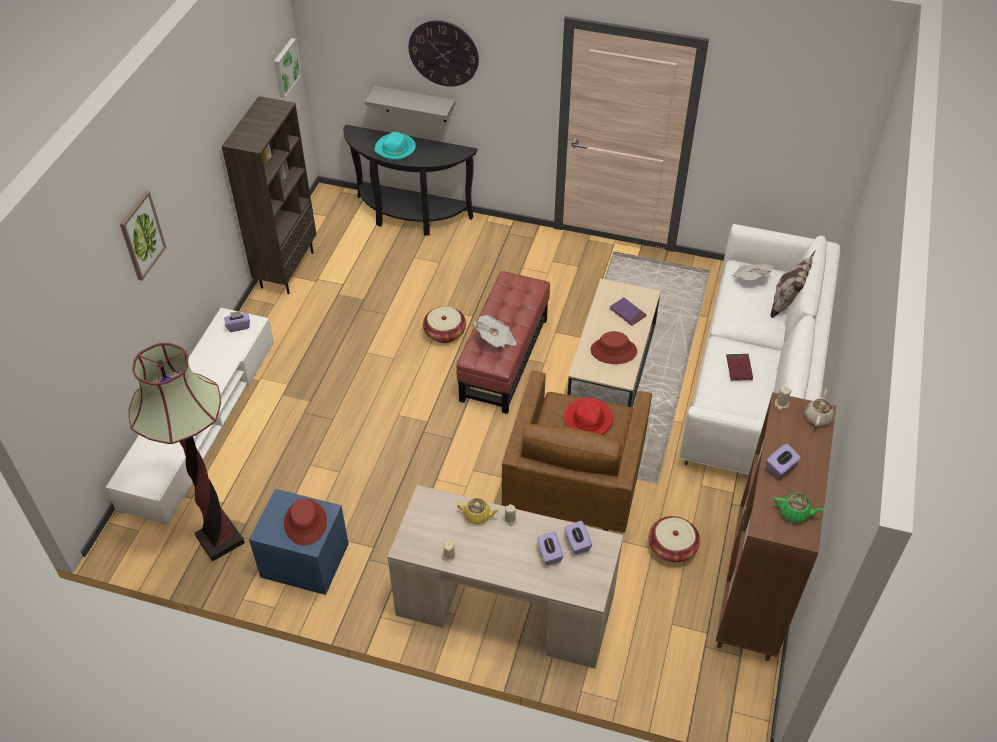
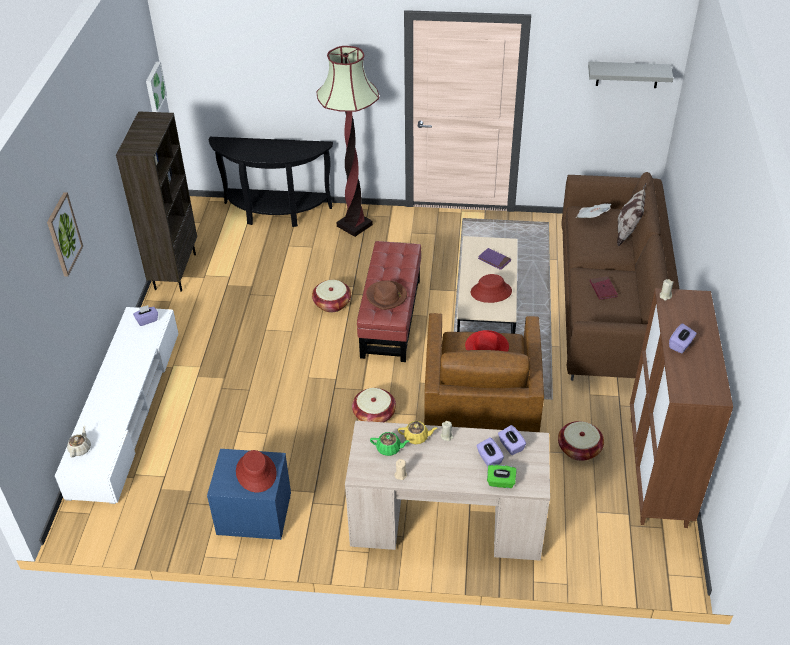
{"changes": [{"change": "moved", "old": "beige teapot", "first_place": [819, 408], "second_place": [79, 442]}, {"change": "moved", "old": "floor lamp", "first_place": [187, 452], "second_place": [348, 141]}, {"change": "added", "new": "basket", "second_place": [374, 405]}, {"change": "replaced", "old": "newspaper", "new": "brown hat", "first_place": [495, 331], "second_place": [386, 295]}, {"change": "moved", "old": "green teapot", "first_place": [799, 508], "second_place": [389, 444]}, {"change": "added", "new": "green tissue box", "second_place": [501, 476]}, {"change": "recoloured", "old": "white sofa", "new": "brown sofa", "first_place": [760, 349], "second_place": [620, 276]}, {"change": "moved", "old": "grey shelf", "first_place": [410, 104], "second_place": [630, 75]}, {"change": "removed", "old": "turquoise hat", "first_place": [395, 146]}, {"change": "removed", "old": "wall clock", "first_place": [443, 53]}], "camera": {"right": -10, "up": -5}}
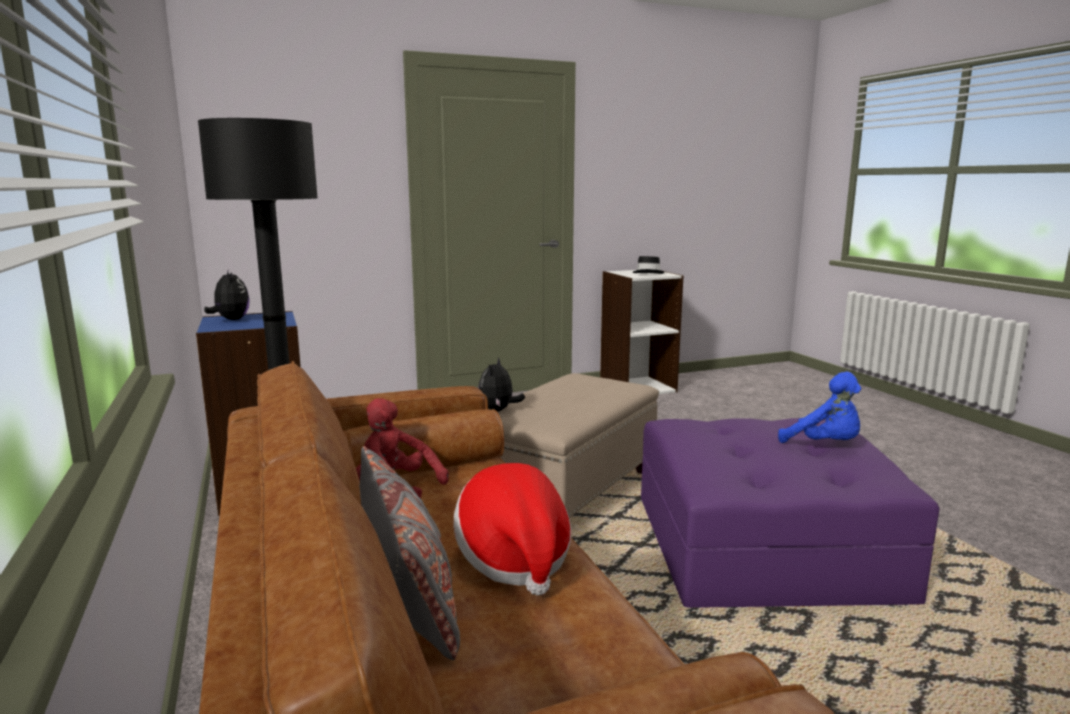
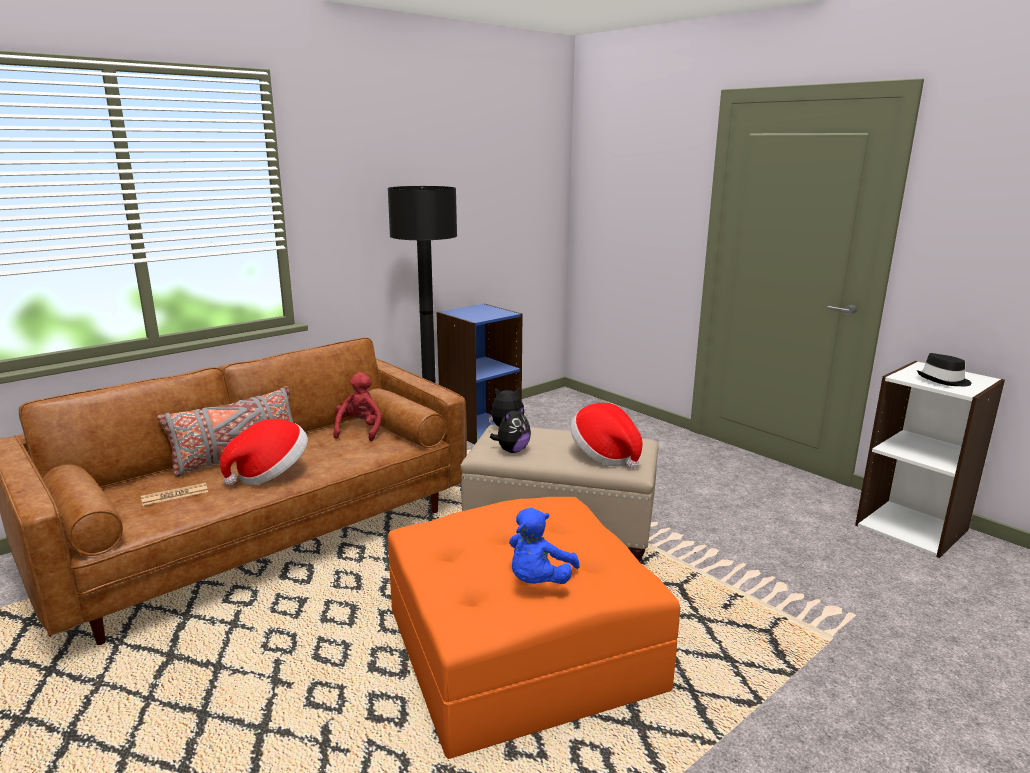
{"changes": [{"change": "added", "new": "newspaper", "second_place": [174, 494]}, {"change": "recoloured", "old": "purple ottoman", "new": "orange ottoman", "first_place": [790, 513], "second_place": [534, 628]}, {"change": "moved", "old": "plush toy", "first_place": [227, 294], "second_place": [510, 429]}, {"change": "added", "new": "hat", "second_place": [606, 436]}], "camera": {"right": 70, "up": 5}}
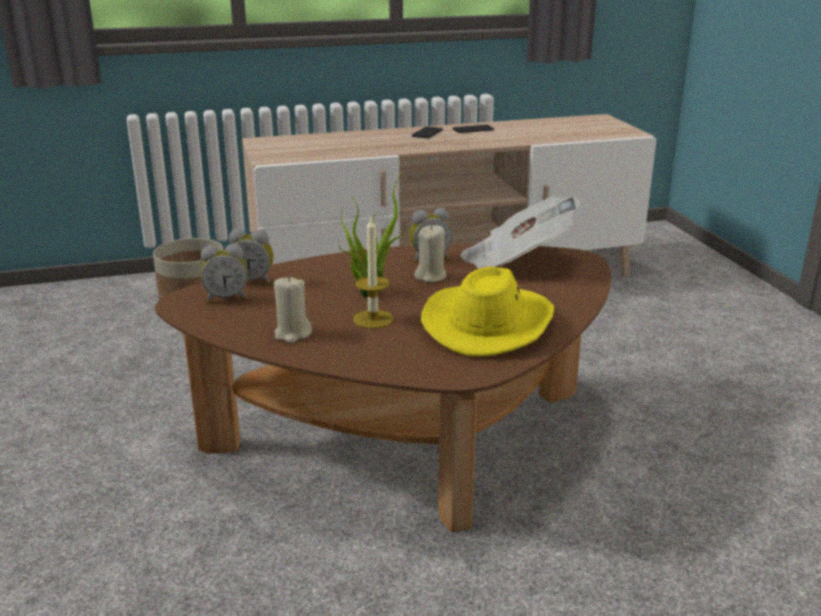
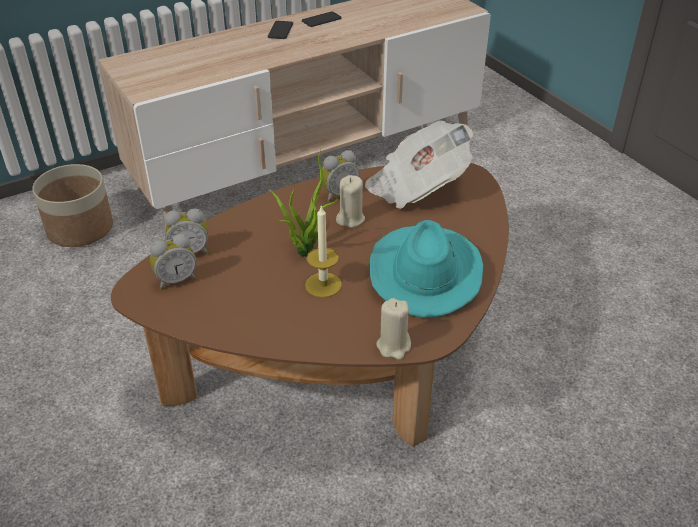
{"changes": [{"change": "recoloured", "old": "yellow hat", "new": "turquoise hat", "first_place": [487, 311], "second_place": [426, 269]}, {"change": "moved", "old": "beige candle", "first_place": [293, 309], "second_place": [393, 329]}], "camera": {"right": -15, "up": 15}}
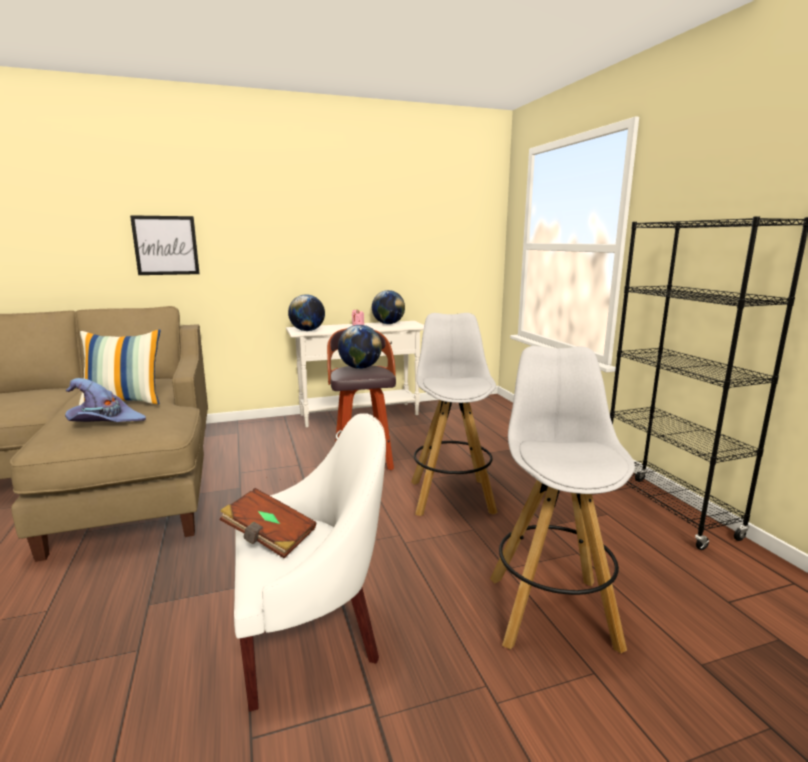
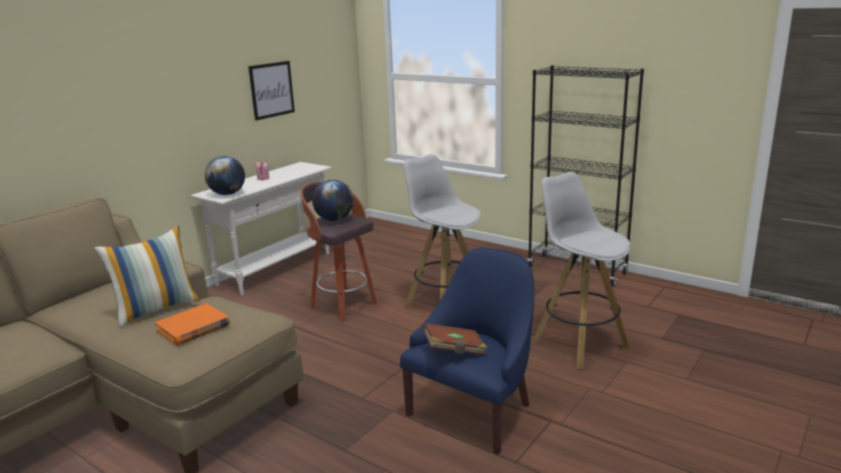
{"changes": [{"change": "replaced", "old": "purple hat", "new": "orange book", "first_place": [105, 400], "second_place": [192, 324]}, {"change": "moved", "old": "picture", "first_place": [165, 245], "second_place": [271, 91]}, {"change": "recoloured", "old": "white armchair", "new": "blue armchair", "first_place": [310, 562], "second_place": [467, 351]}, {"change": "removed", "old": "globe", "first_place": [388, 307]}], "camera": {"right": -35, "up": 5}}
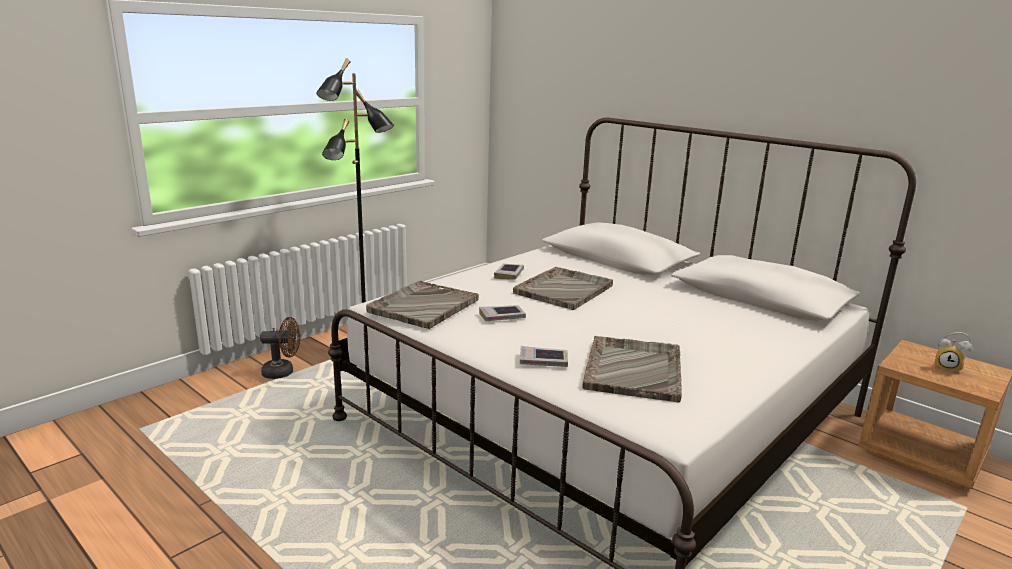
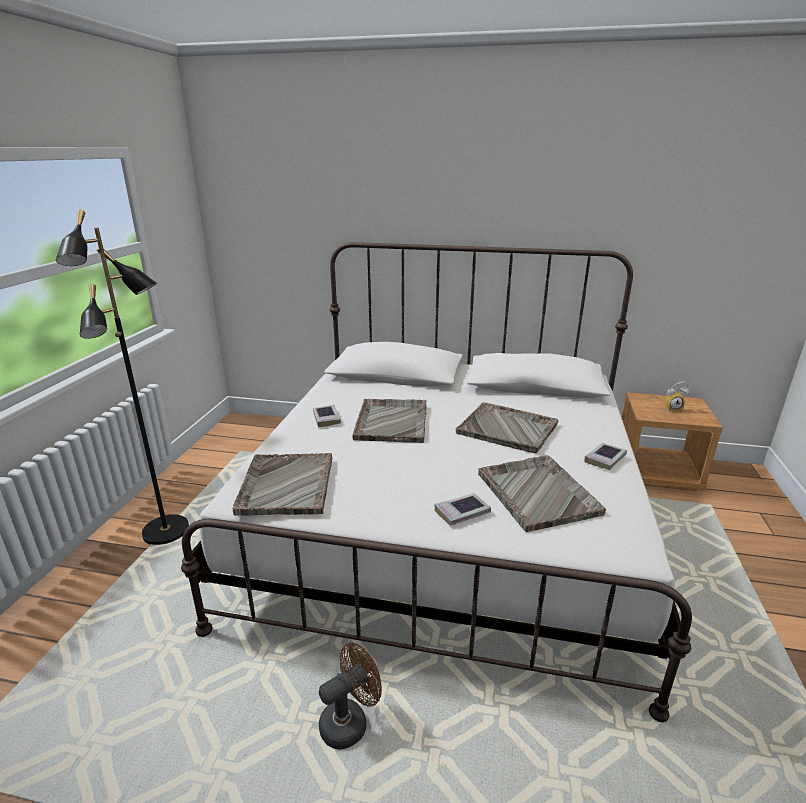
{"changes": [{"change": "moved", "old": "brown fan", "first_place": [280, 348], "second_place": [350, 696]}, {"change": "added", "new": "grey tray", "second_place": [507, 428]}, {"change": "moved", "old": "book", "first_place": [502, 313], "second_place": [605, 456]}], "camera": {"right": -30, "up": 5}}
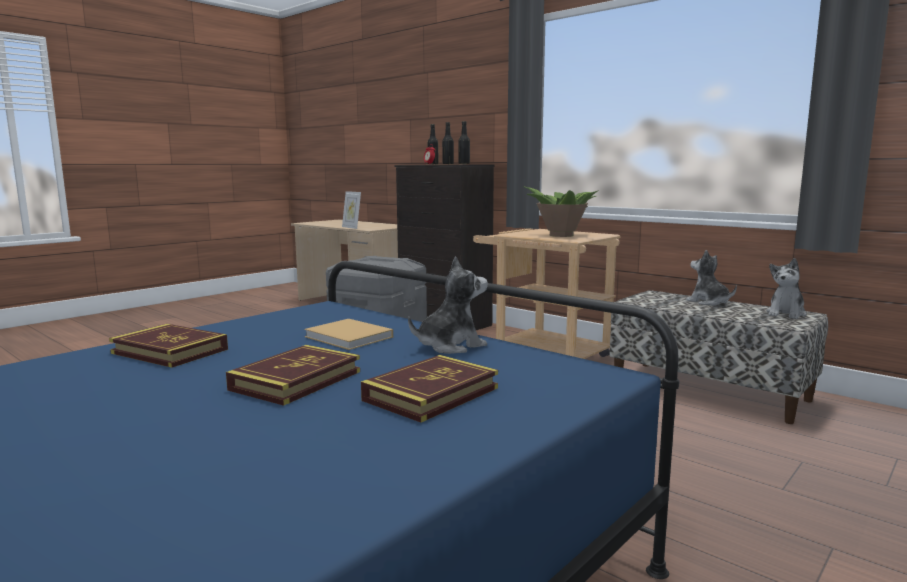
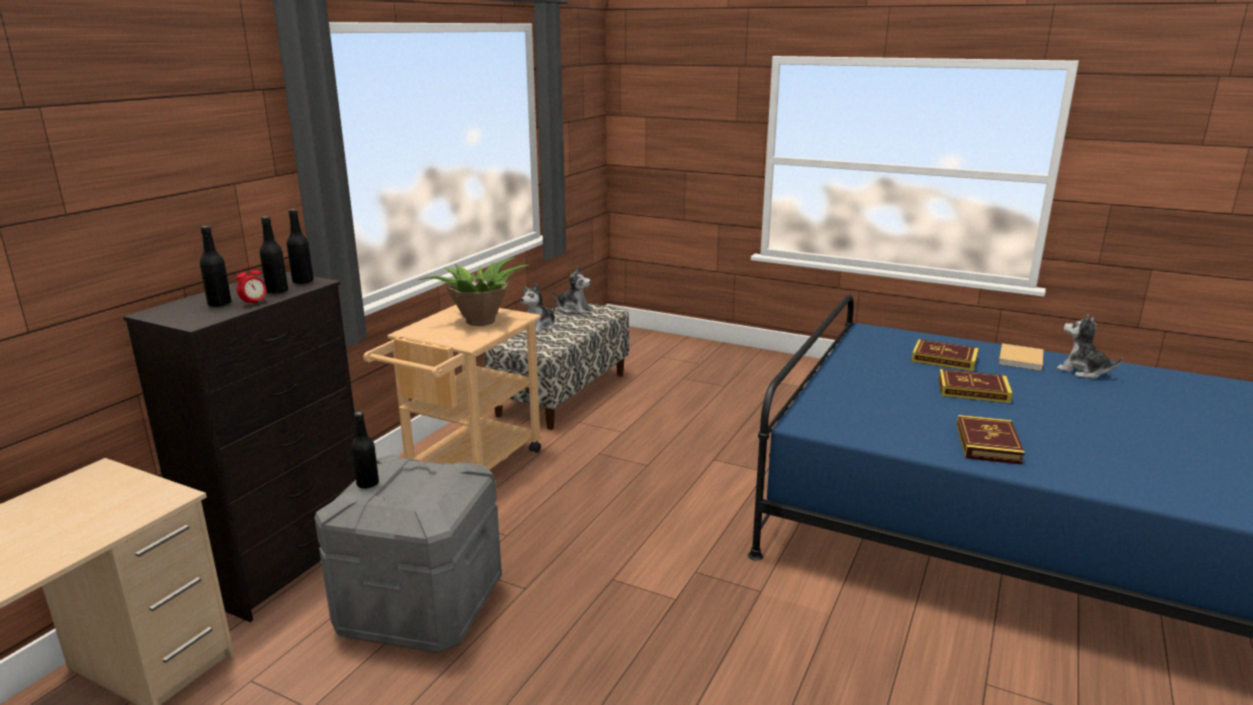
{"changes": [{"change": "added", "new": "black bottle", "second_place": [365, 450]}, {"change": "moved", "old": "beige book", "first_place": [348, 334], "second_place": [1021, 357]}, {"change": "moved", "old": "plush toy", "first_place": [447, 305], "second_place": [1089, 346]}, {"change": "removed", "old": "picture frame", "first_place": [351, 210]}], "camera": {"right": -105, "up": 10}}
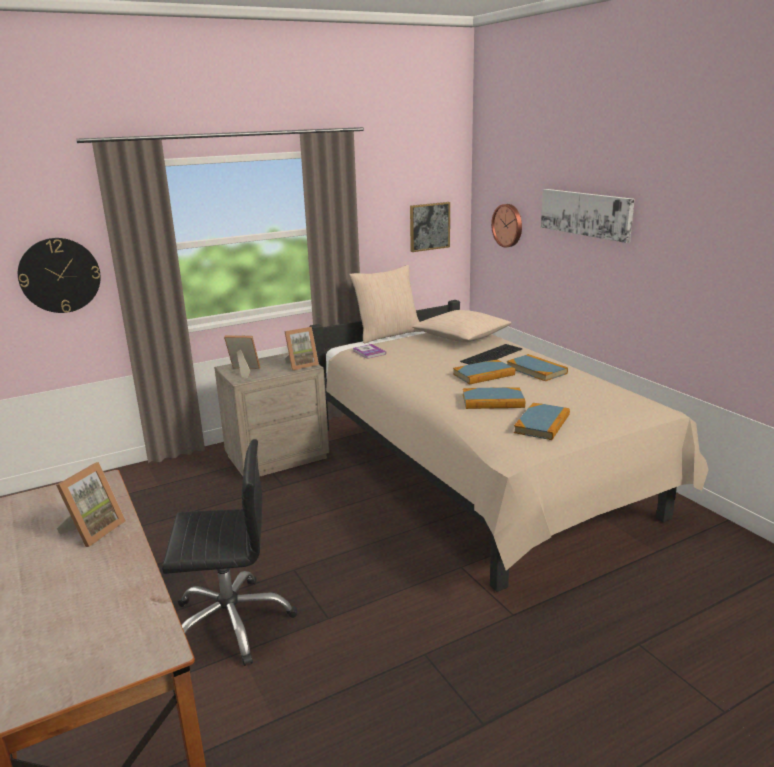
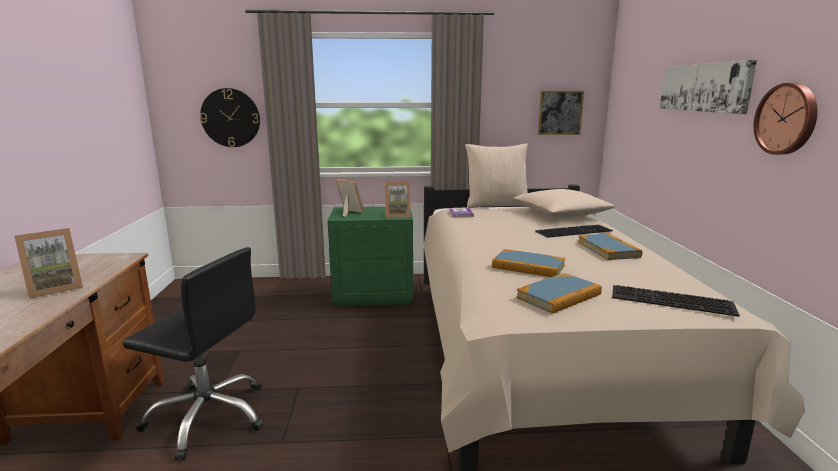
{"changes": [{"change": "recoloured", "old": "beige nightstand", "new": "green nightstand", "first_place": [271, 414], "second_place": [370, 256]}, {"change": "added", "new": "keyboard", "second_place": [676, 301]}, {"change": "moved", "old": "wall clock", "first_place": [506, 225], "second_place": [786, 119]}, {"change": "removed", "old": "book", "first_place": [484, 372]}], "camera": {"right": 25, "up": -5}}
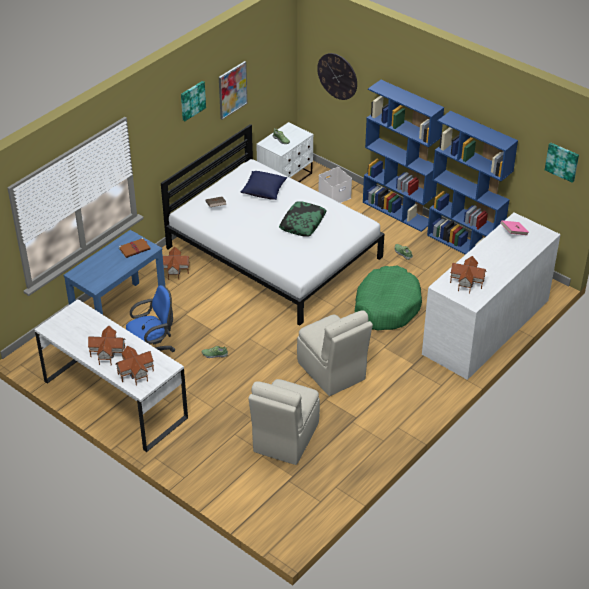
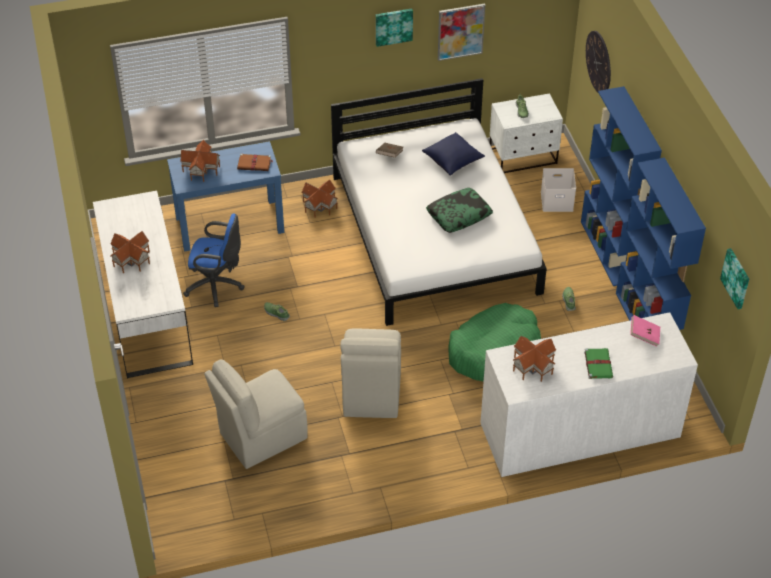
{"changes": [{"change": "moved", "old": "toy house", "first_place": [134, 366], "second_place": [200, 161]}, {"change": "added", "new": "green book", "second_place": [598, 363]}], "camera": {"right": 35, "up": 5}}
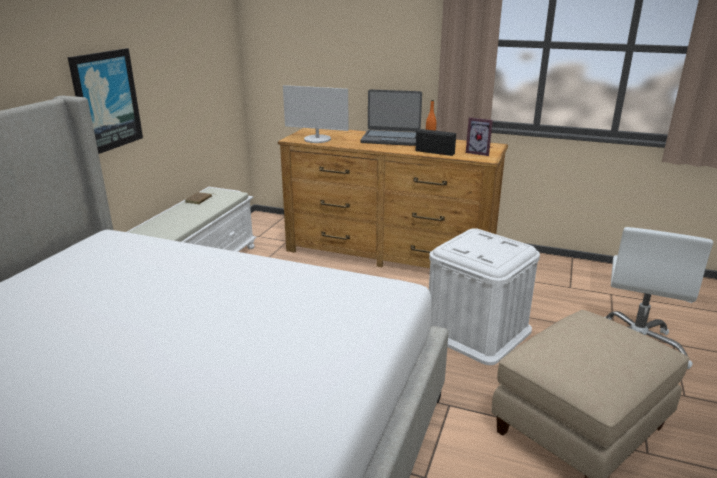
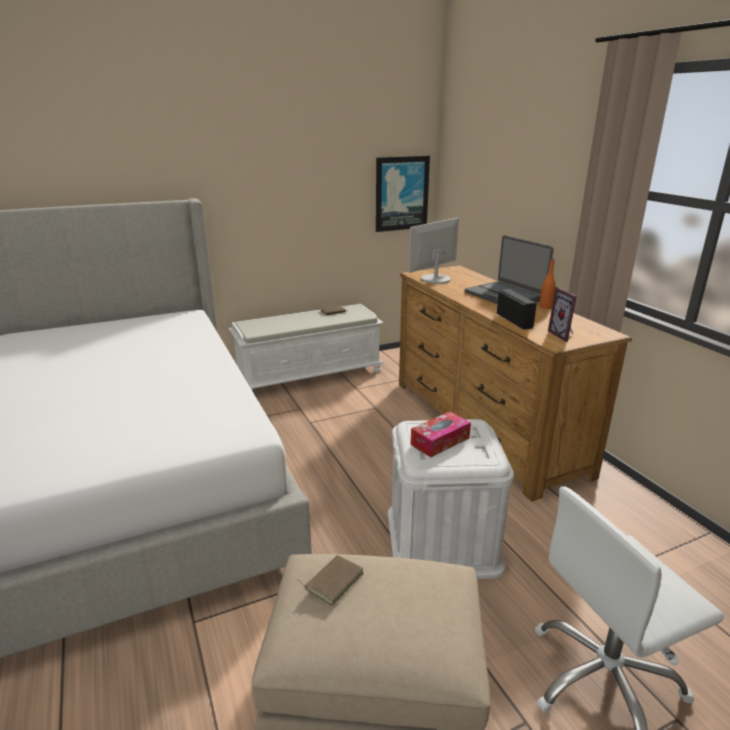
{"changes": [{"change": "added", "new": "brown book", "second_place": [331, 580]}, {"change": "moved", "old": "picture", "first_place": [105, 101], "second_place": [403, 194]}, {"change": "turned", "old": "monitor", "first_place": [316, 114], "second_place": [433, 251], "degrees": 75}, {"change": "added", "new": "tissue box", "second_place": [440, 434]}], "camera": {"right": 45, "up": 0}}
